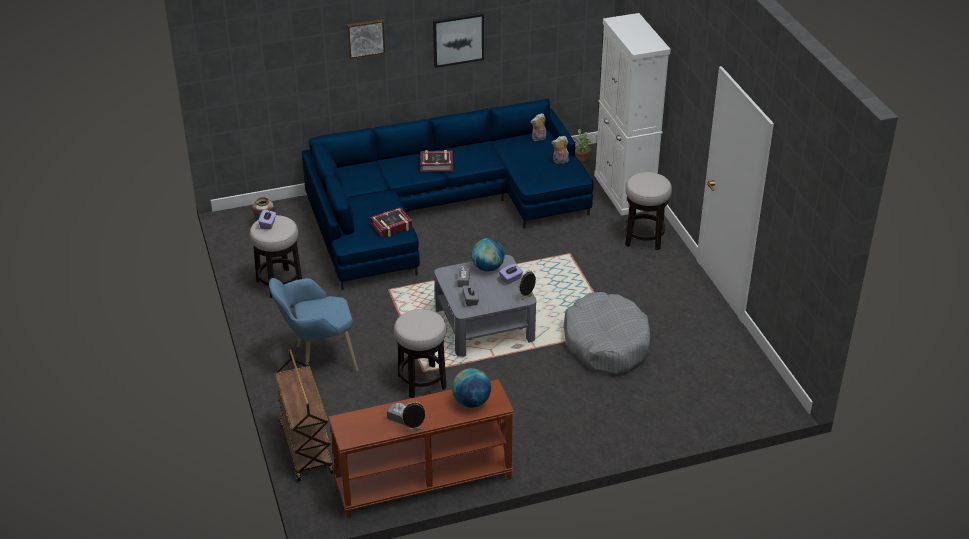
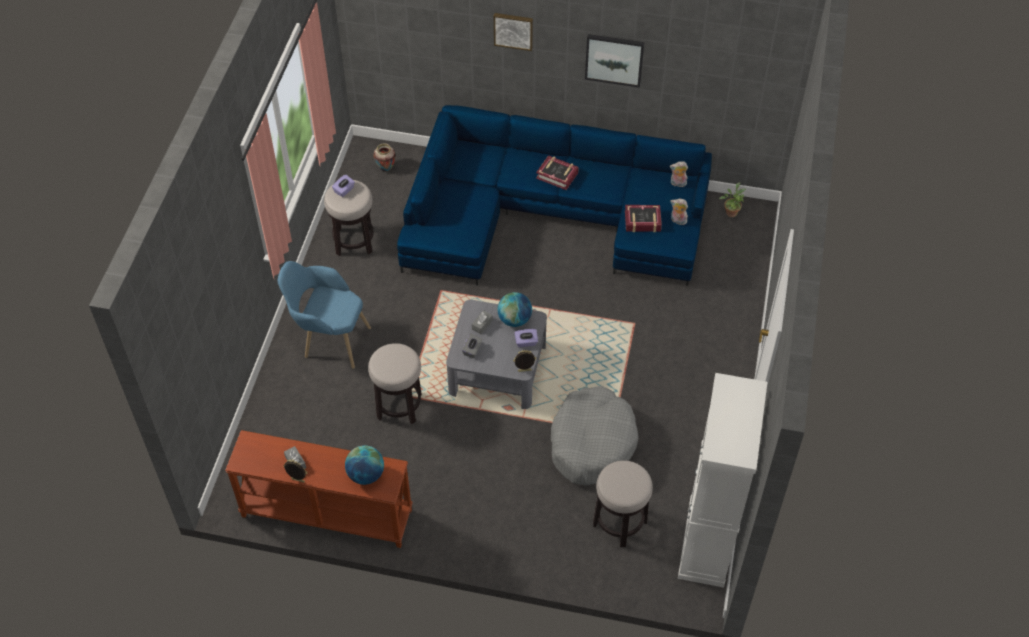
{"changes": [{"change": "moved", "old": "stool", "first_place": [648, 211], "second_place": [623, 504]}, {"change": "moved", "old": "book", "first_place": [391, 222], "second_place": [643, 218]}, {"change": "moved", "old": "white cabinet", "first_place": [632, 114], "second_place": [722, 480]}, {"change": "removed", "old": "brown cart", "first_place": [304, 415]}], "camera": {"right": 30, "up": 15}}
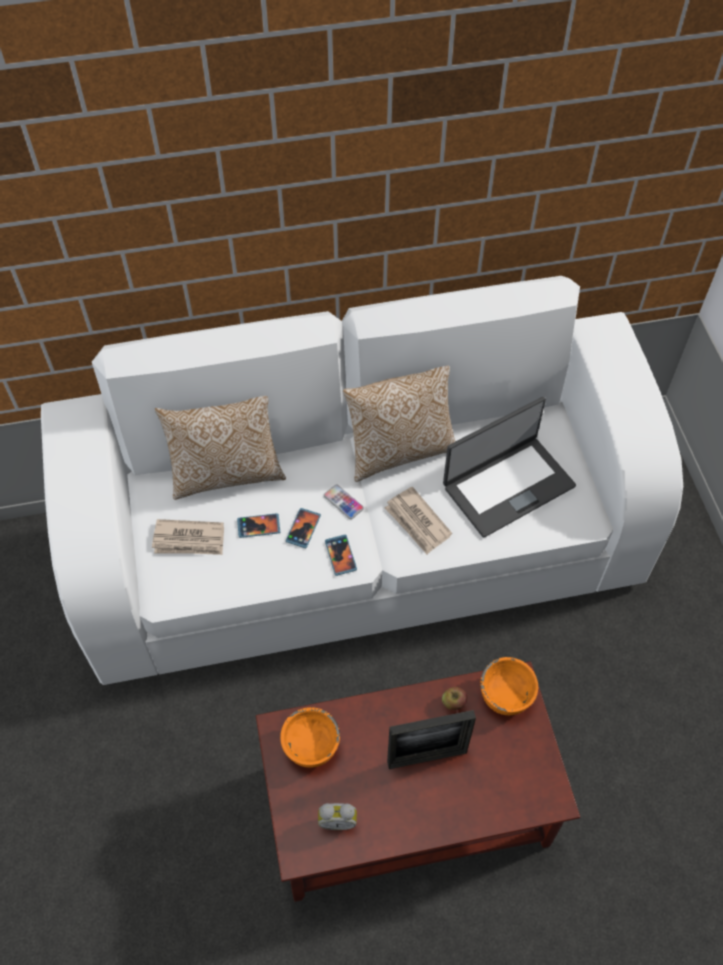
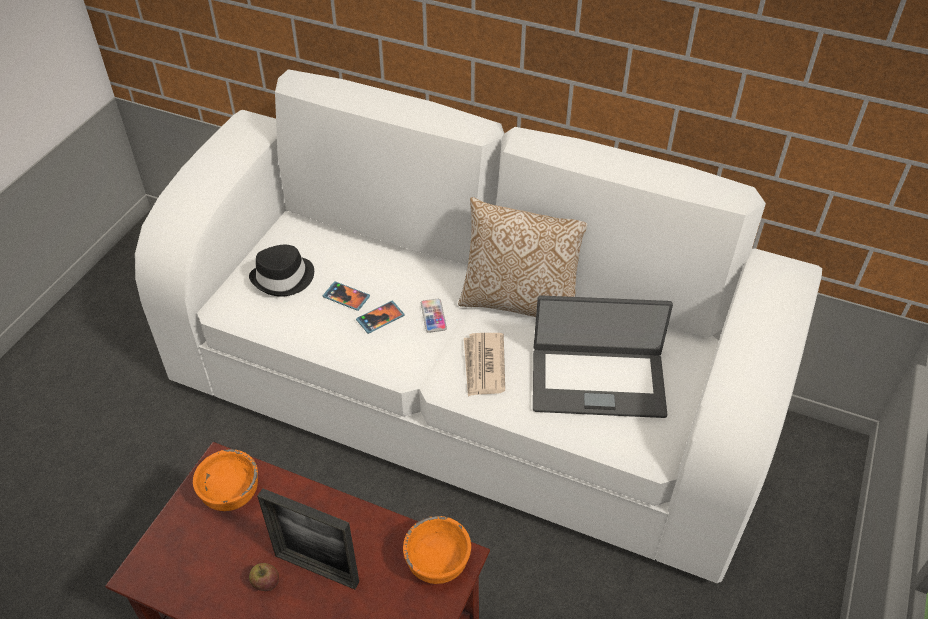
{"changes": [{"change": "replaced", "old": "newspaper", "new": "black hat", "first_place": [188, 537], "second_place": [281, 271]}, {"change": "moved", "old": "apple", "first_place": [454, 698], "second_place": [264, 577]}, {"change": "removed", "old": "pillow", "first_place": [220, 448]}, {"change": "removed", "old": "alarm clock", "first_place": [337, 816]}, {"change": "removed", "old": "phone", "first_place": [341, 555]}], "camera": {"right": 35, "up": -10}}
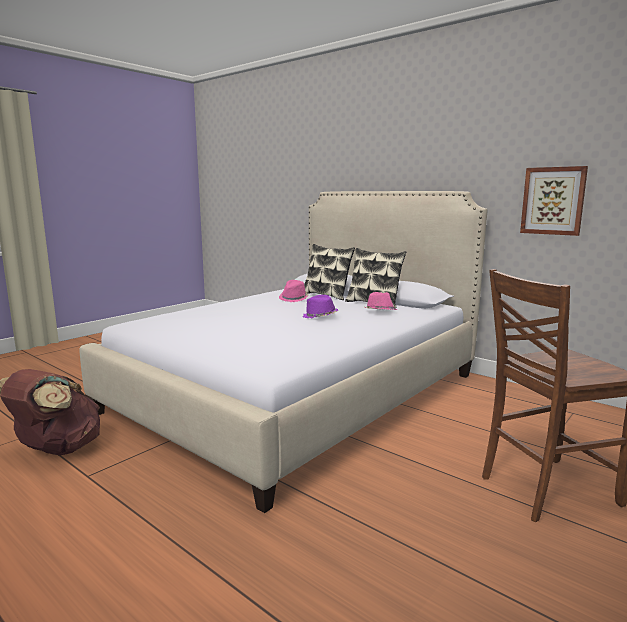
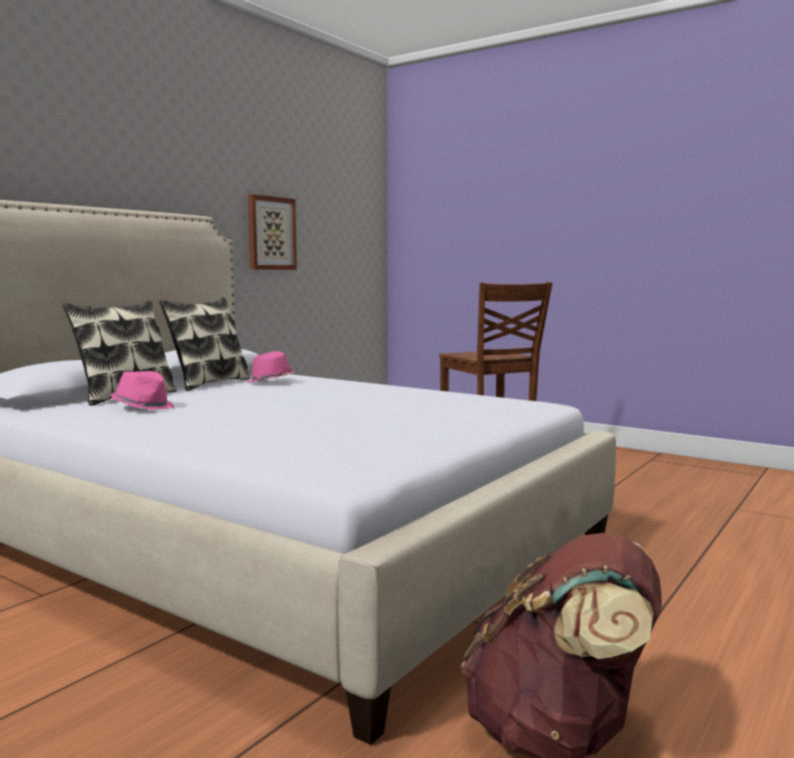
{"changes": [{"change": "removed", "old": "purple hat", "first_place": [320, 307]}], "camera": {"right": -95, "up": -5}}
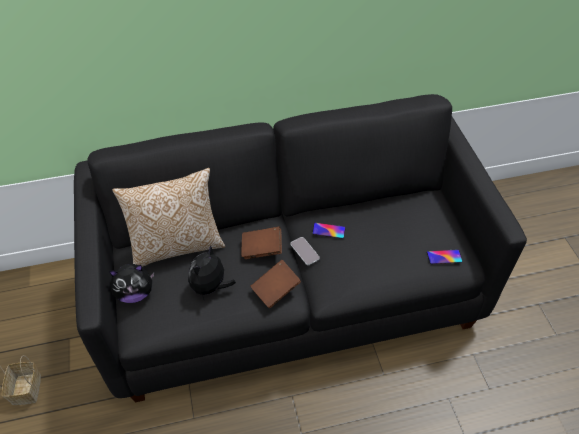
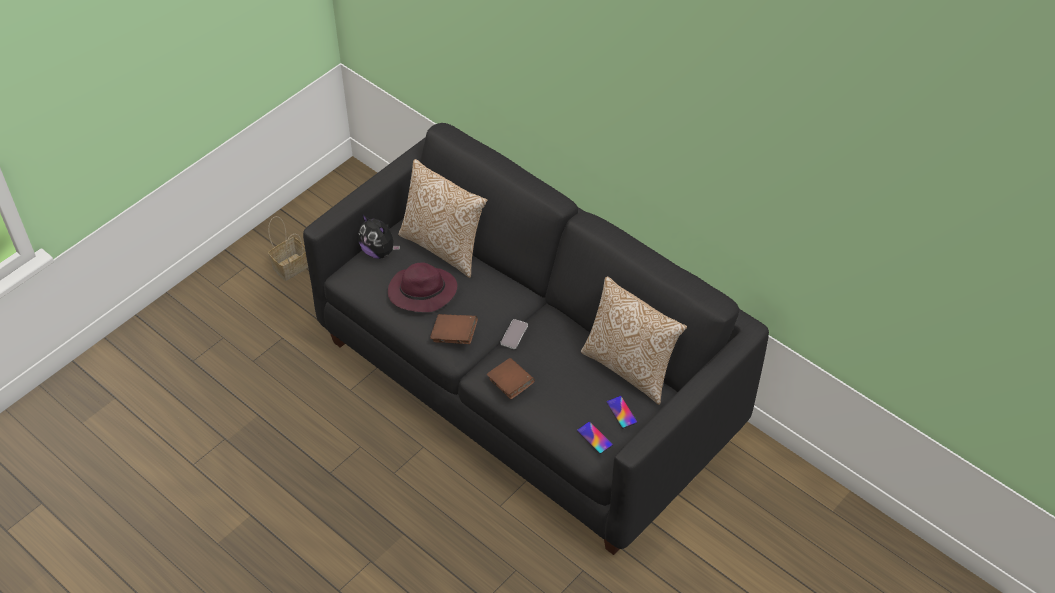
{"changes": [{"change": "replaced", "old": "plush toy", "new": "purple hat", "first_place": [212, 272], "second_place": [422, 287]}, {"change": "moved", "old": "brown book", "first_place": [261, 242], "second_place": [511, 378]}, {"change": "added", "new": "pillow", "second_place": [634, 340]}, {"change": "moved", "old": "phone", "first_place": [329, 230], "second_place": [622, 412]}], "camera": {"right": 55, "up": 0}}
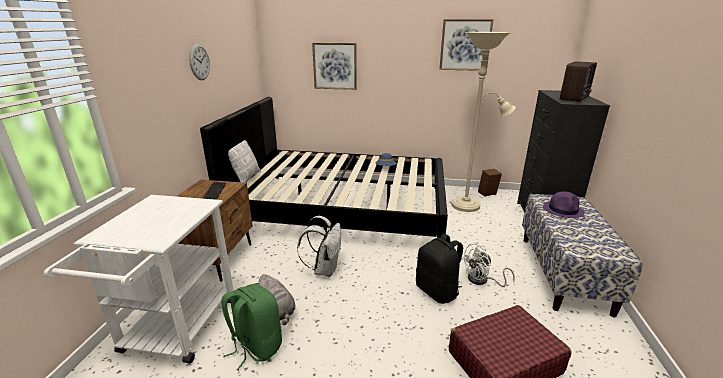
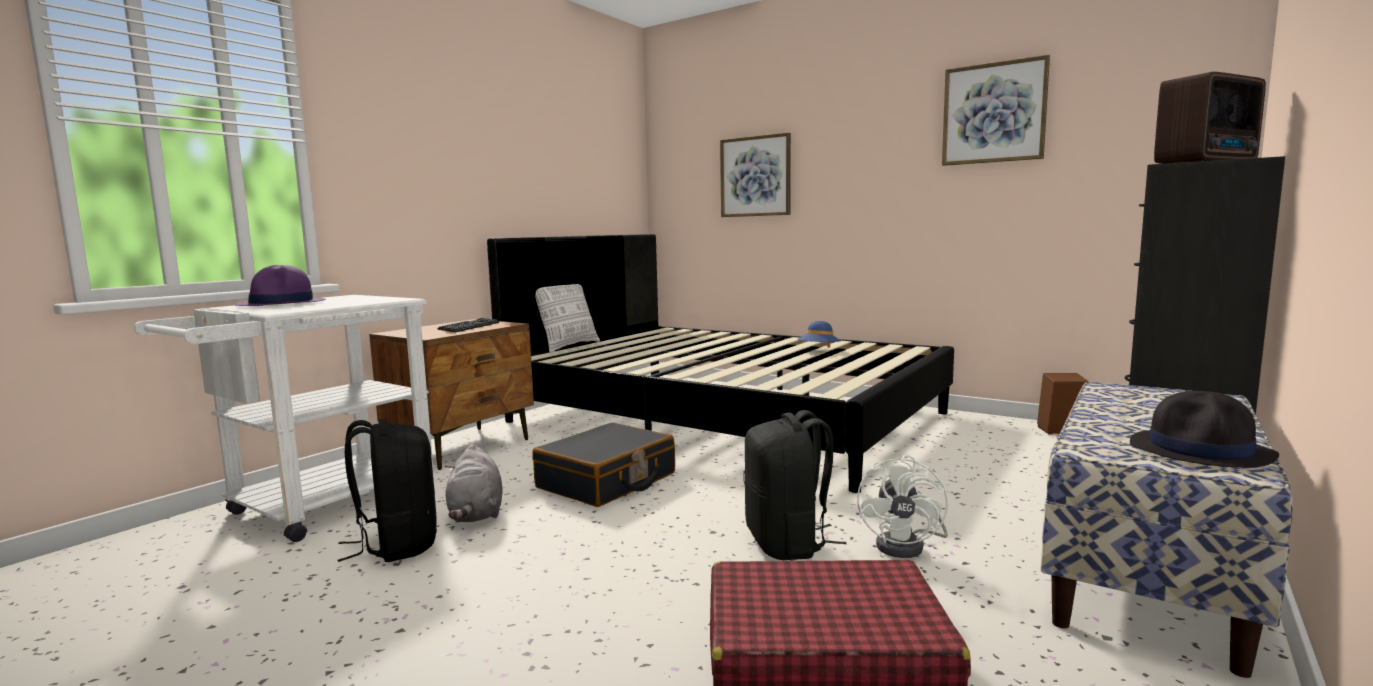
{"changes": [{"change": "moved", "old": "purple hat", "first_place": [564, 204], "second_place": [280, 285]}, {"change": "recoloured", "old": "green backpack", "new": "black backpack", "first_place": [251, 327], "second_place": [387, 490]}, {"change": "replaced", "old": "white backpack", "new": "black suitcase", "first_place": [319, 246], "second_place": [603, 464]}, {"change": "turned", "old": "white fan", "first_place": [488, 265], "second_place": [902, 506], "degrees": -75}, {"change": "added", "new": "black hat", "second_place": [1204, 429]}, {"change": "removed", "old": "wall clock", "first_place": [199, 62]}, {"change": "removed", "old": "beige floor lamp", "first_place": [483, 122]}], "camera": {"right": 25, "up": -15}}
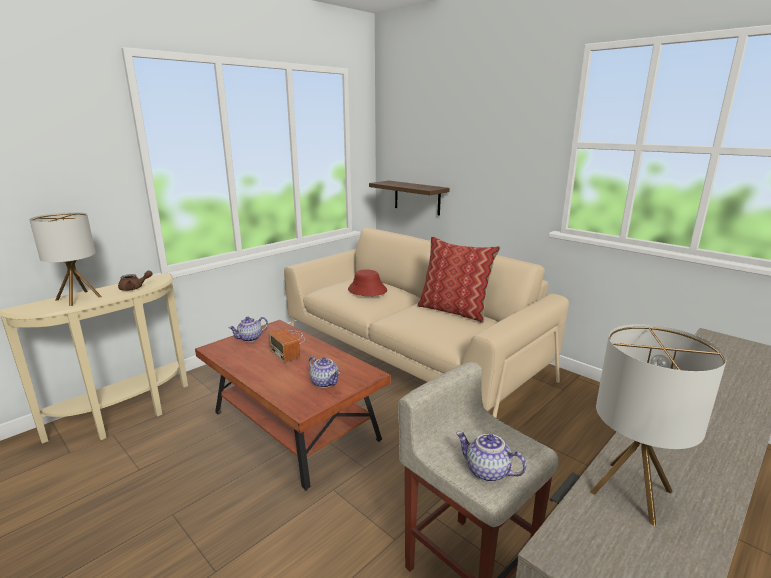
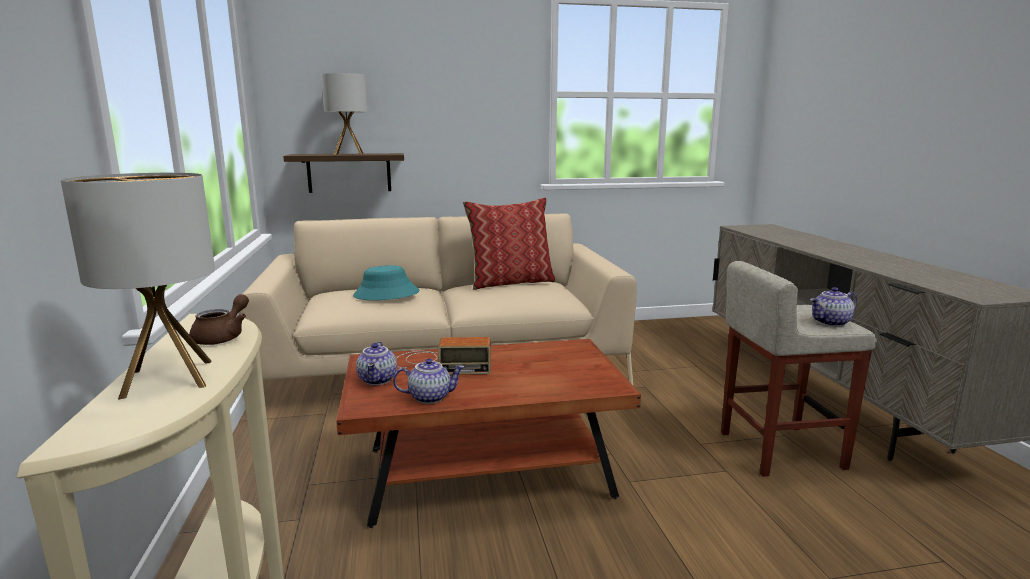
{"changes": [{"change": "moved", "old": "table lamp", "first_place": [658, 425], "second_place": [344, 114]}, {"change": "recoloured", "old": "red hat", "new": "turquoise hat", "first_place": [367, 283], "second_place": [386, 282]}, {"change": "moved", "old": "teapot", "first_place": [324, 372], "second_place": [428, 381]}], "camera": {"right": -55, "up": -5}}
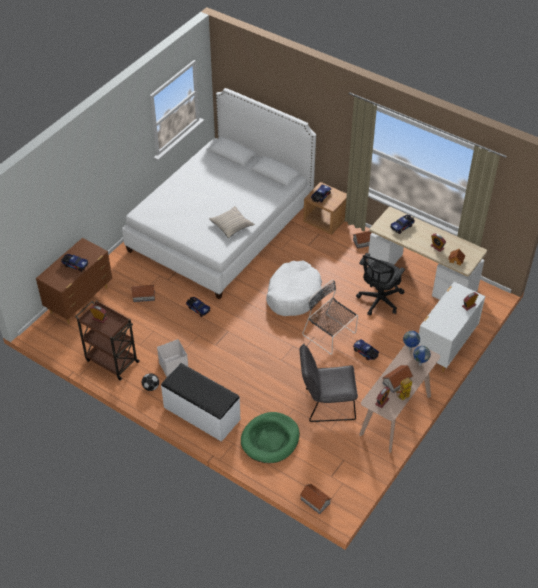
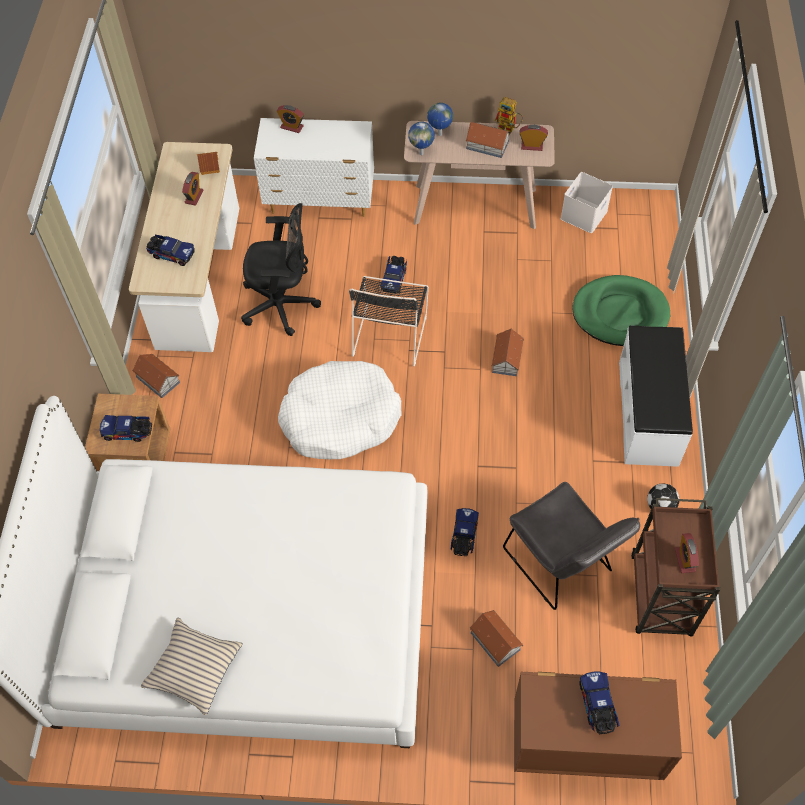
{"changes": [{"change": "moved", "old": "beige pillow", "first_place": [232, 222], "second_place": [192, 666]}, {"change": "moved", "old": "toy house", "first_place": [315, 499], "second_place": [507, 352]}, {"change": "moved", "old": "grey chair", "first_place": [328, 383], "second_place": [571, 546]}, {"change": "moved", "old": "white storage box", "first_place": [172, 358], "second_place": [586, 202]}], "camera": {"right": -120, "up": 10}}
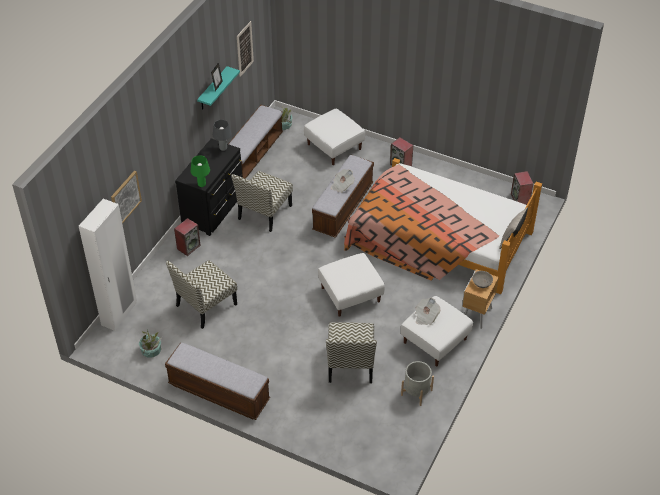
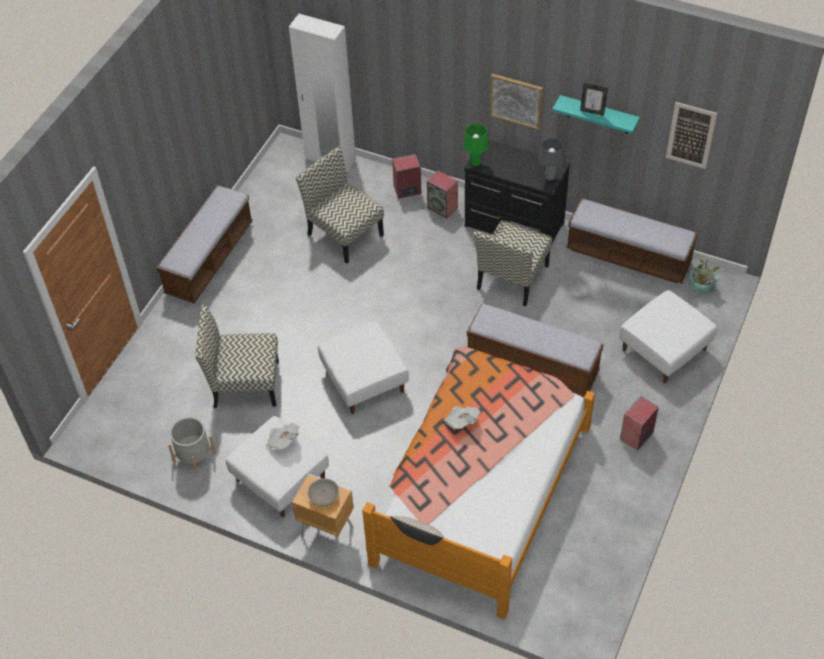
{"changes": [{"change": "moved", "old": "speaker", "first_place": [522, 188], "second_place": [407, 176]}, {"change": "moved", "old": "newspaper", "first_place": [343, 181], "second_place": [462, 417]}, {"change": "turned", "old": "chair", "first_place": [262, 201], "second_place": [512, 263], "degrees": -90}, {"change": "moved", "old": "picture", "first_place": [126, 197], "second_place": [516, 101]}, {"change": "removed", "old": "potted plant", "first_place": [150, 343]}], "camera": {"right": 90, "up": 5}}
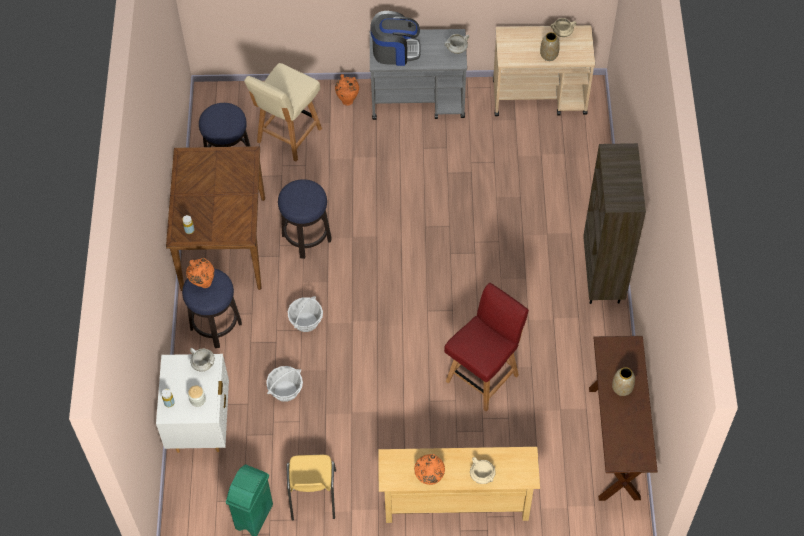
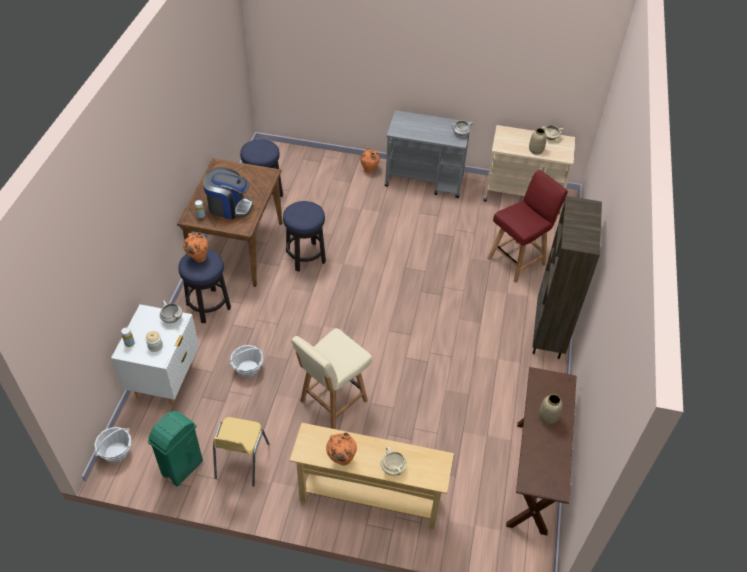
{"changes": [{"change": "moved", "old": "basket", "first_place": [305, 314], "second_place": [113, 445]}, {"change": "moved", "old": "coffee machine", "first_place": [395, 38], "second_place": [228, 193]}, {"change": "moved", "old": "beige chair", "first_place": [283, 112], "second_place": [331, 378]}, {"change": "moved", "old": "red chair", "first_place": [486, 347], "second_place": [528, 226]}], "camera": {"right": 10, "up": -10}}
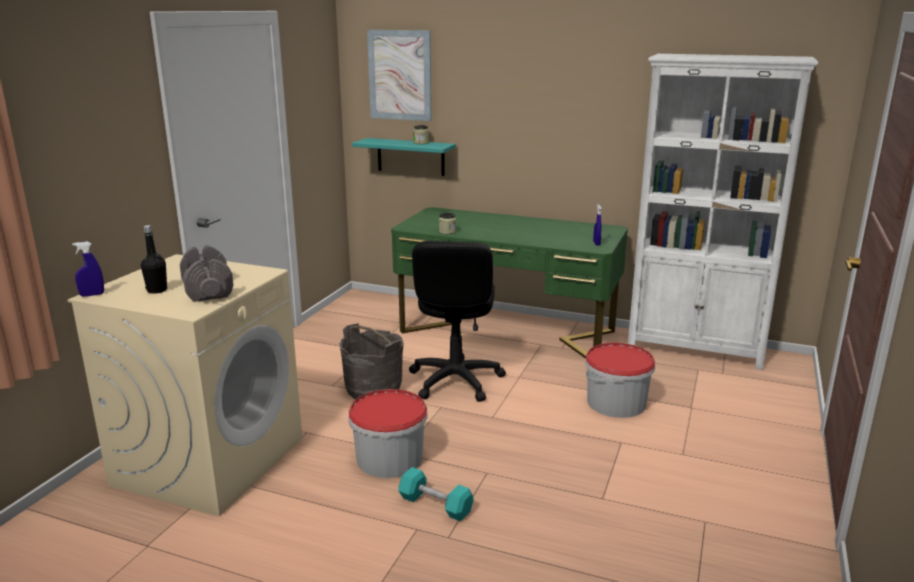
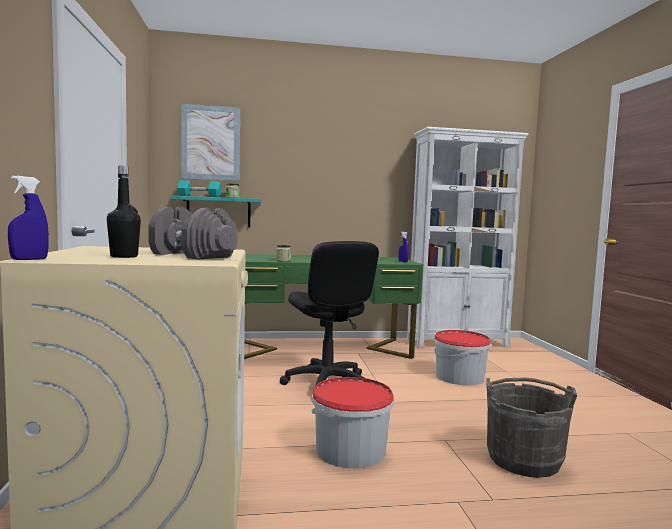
{"changes": [{"change": "moved", "old": "turquoise dumbbell", "first_place": [436, 494], "second_place": [199, 188]}, {"change": "moved", "old": "grey bucket", "first_place": [371, 361], "second_place": [531, 427]}], "camera": {"right": -30, "up": -15}}
